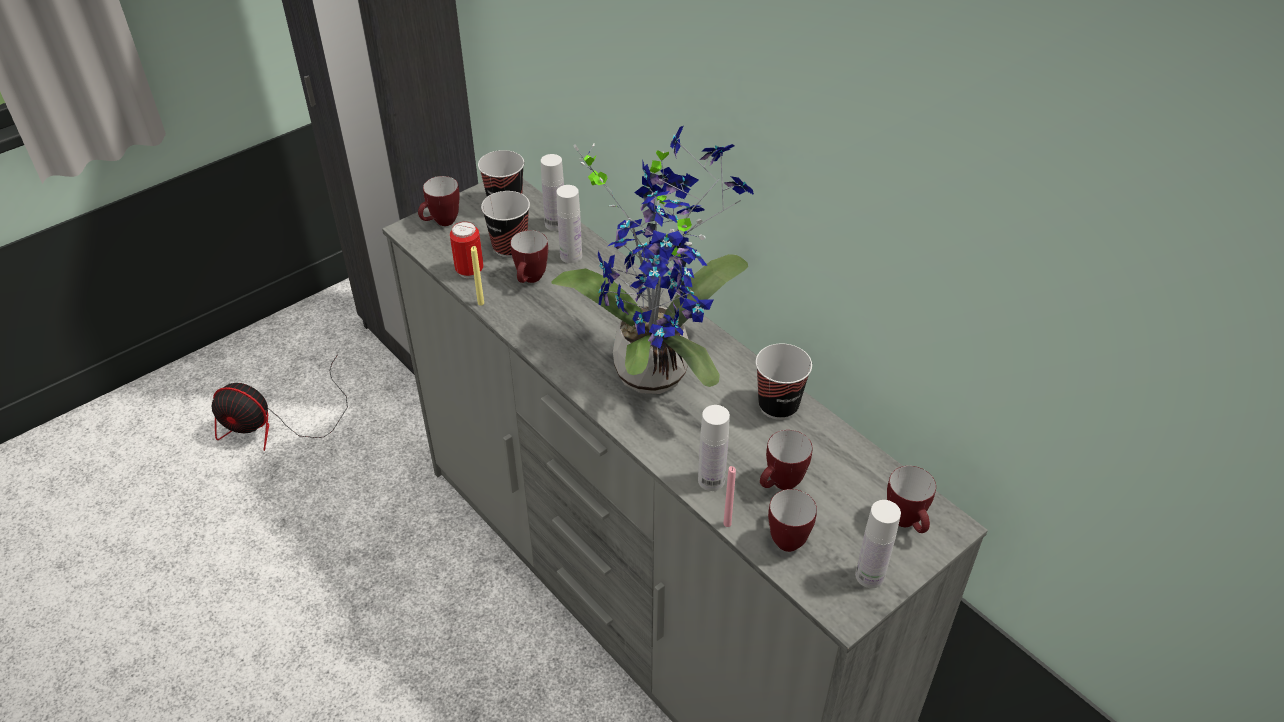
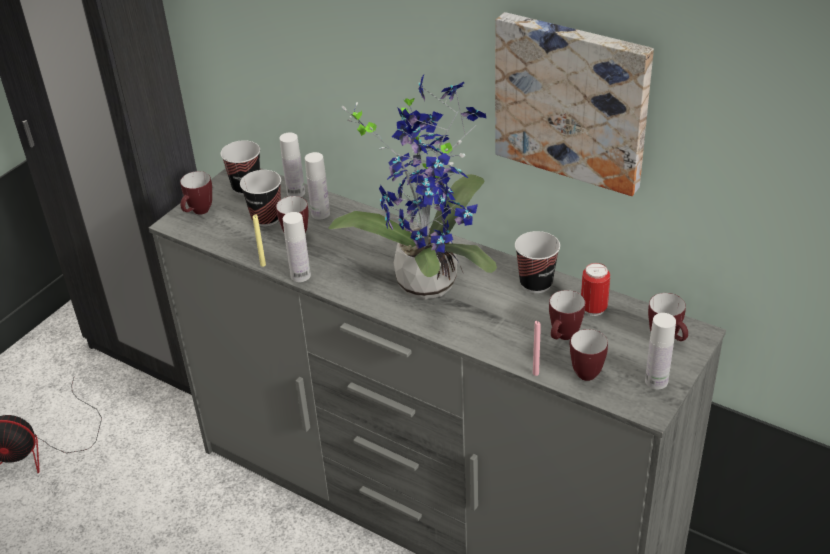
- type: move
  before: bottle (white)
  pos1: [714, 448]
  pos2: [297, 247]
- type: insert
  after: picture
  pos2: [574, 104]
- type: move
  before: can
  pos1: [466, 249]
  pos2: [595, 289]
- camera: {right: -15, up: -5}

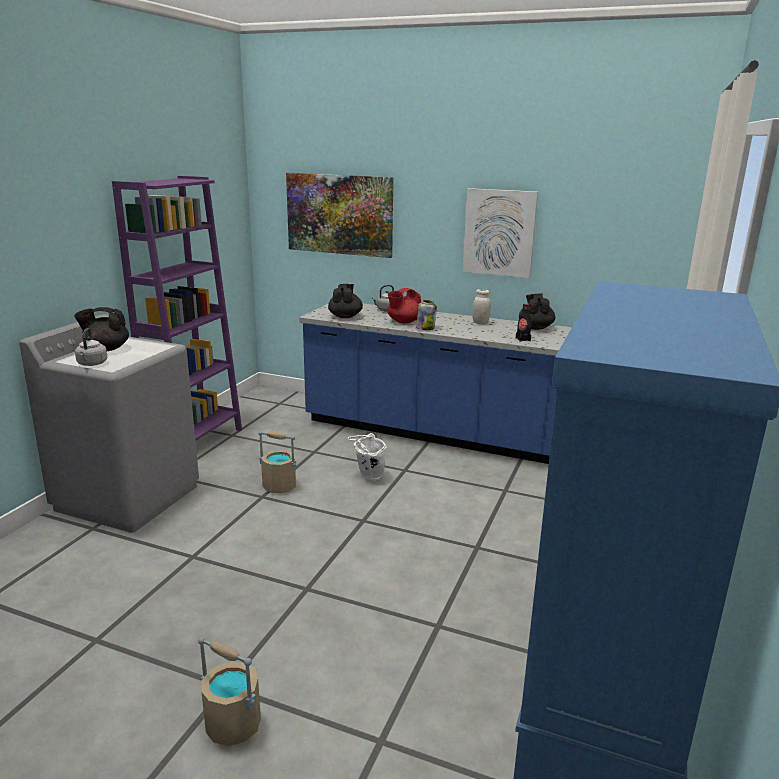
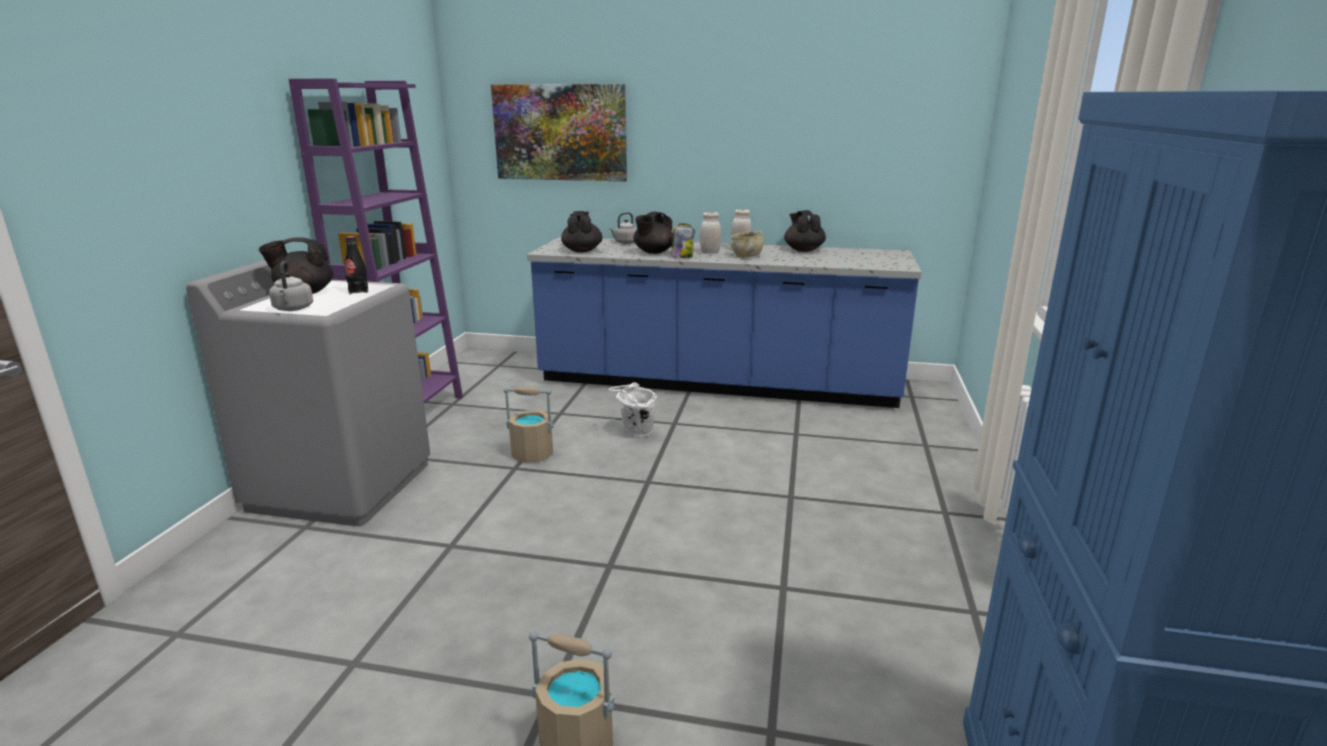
- type: move
  before: bottle (black)
  pos1: [523, 322]
  pos2: [356, 265]
- type: recolor
  before: teapot (red)
  after: teapot (black)
  pos1: [404, 306]
  pos2: [653, 233]
- type: insert
  after: jar (white)
  pos2: [710, 233]
- type: insert
  after: bowl (beige)
  pos2: [747, 244]
- type: delete
  before: picture
  pos1: [500, 233]
- camera: {right: -10, up: 0}

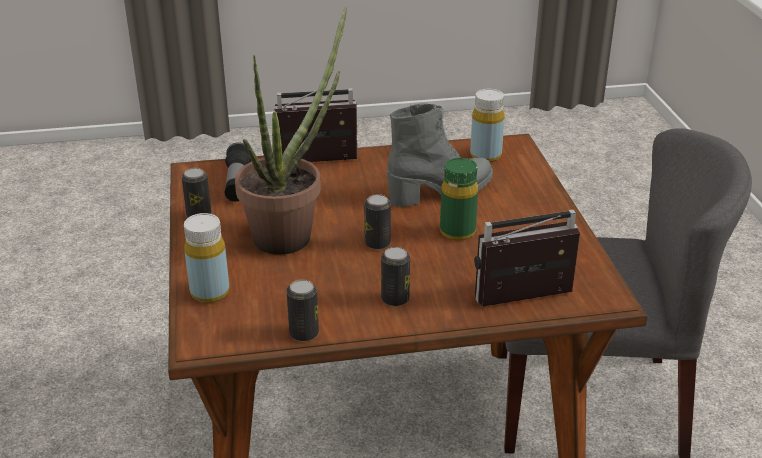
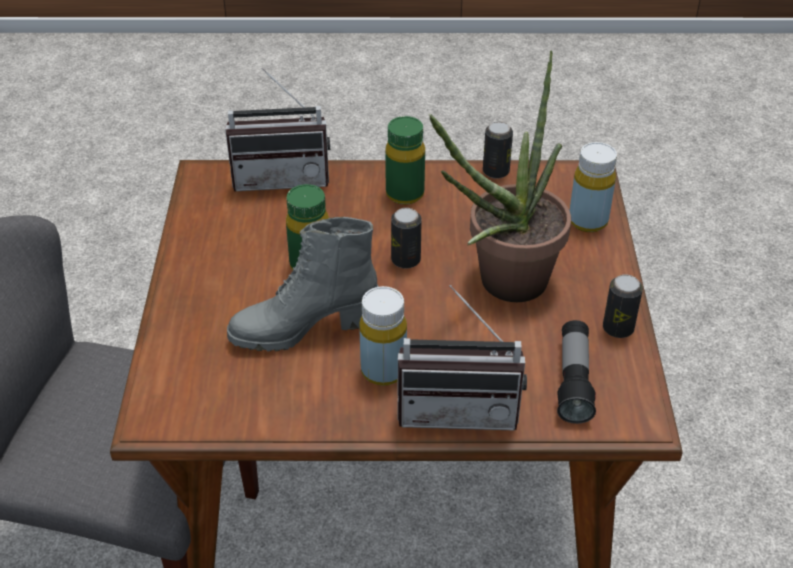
- type: move
  before: bottle (yellow)
  pos1: [487, 125]
  pos2: [383, 336]
- type: replace
  before: can
  after: bottle (green)
  pos1: [395, 276]
  pos2: [405, 160]
- camera: {right: -170, up: 10}

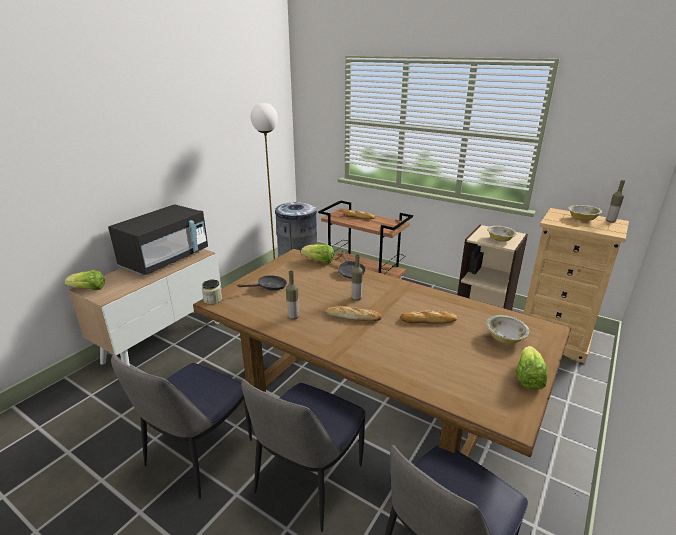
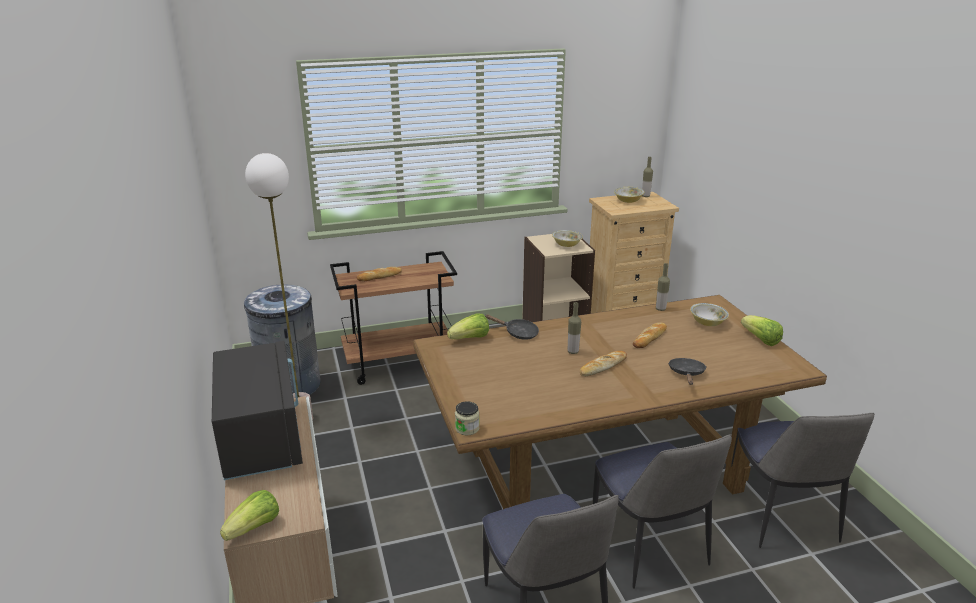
- type: move
  before: bottle
  pos1: [292, 295]
  pos2: [663, 287]
- type: move
  before: frying pan (black)
  pos1: [262, 282]
  pos2: [687, 371]
- camera: {right: -50, up: 0}

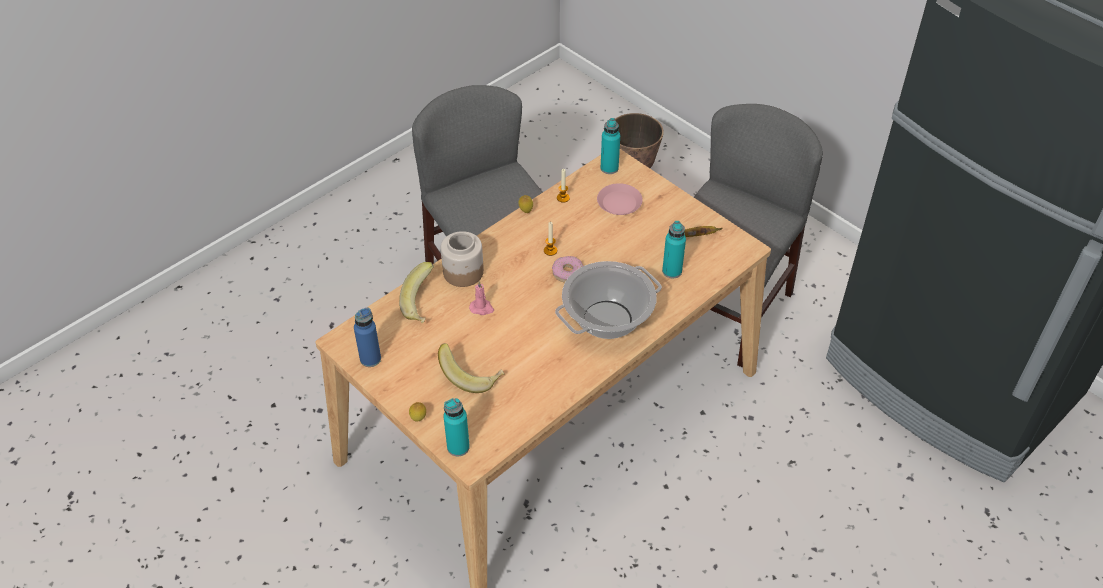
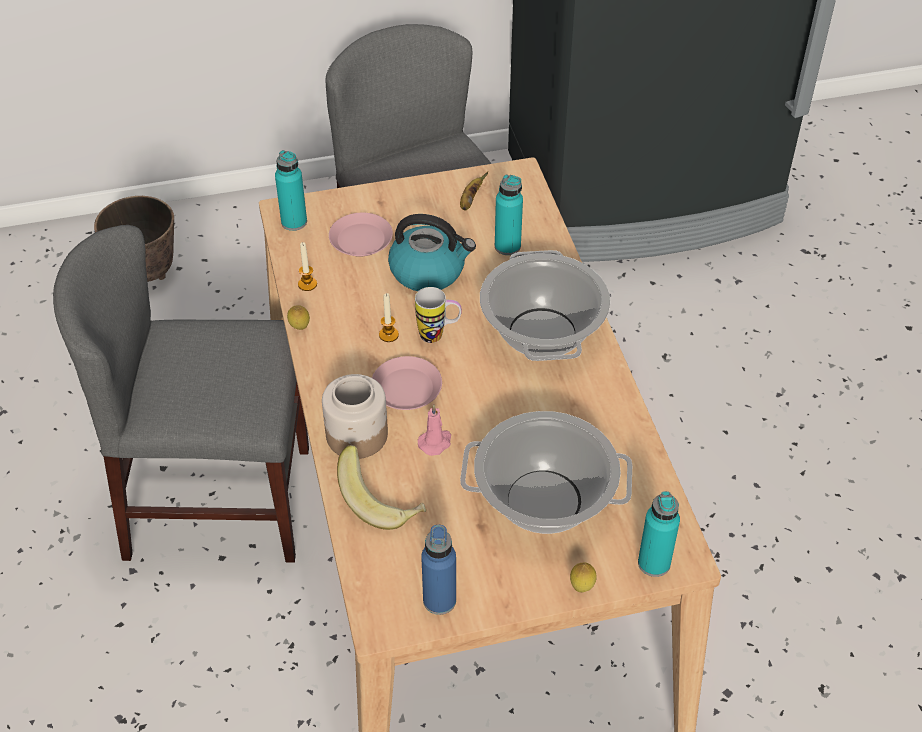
- type: insert
  after: plate (pink)
  pos2: [407, 383]
- type: insert
  after: kettle
  pos2: [432, 252]
- type: replace
  before: donut
  after: mug
  pos1: [567, 269]
  pos2: [438, 315]
- type: replace
  before: banana
  after: cooking pot
  pos1: [471, 368]
  pos2: [546, 472]
- camera: {right: -60, up: 0}

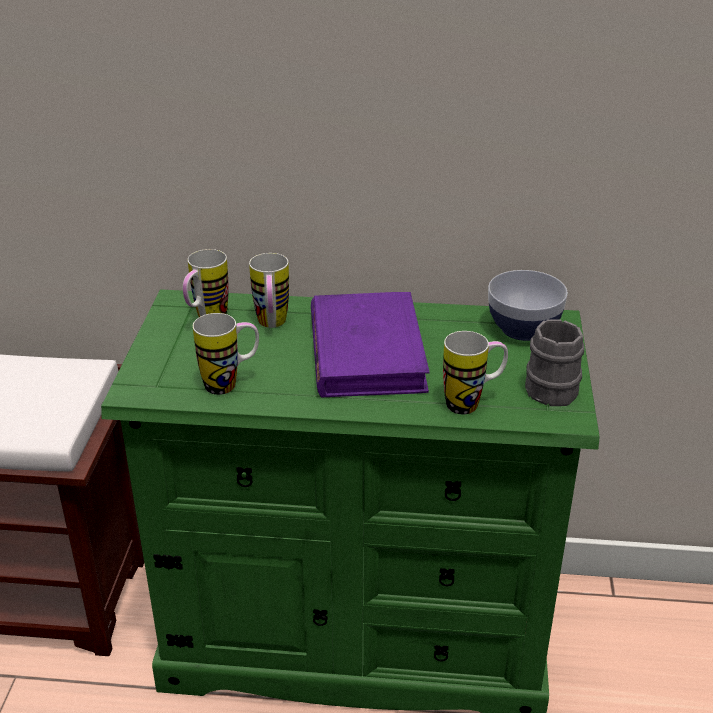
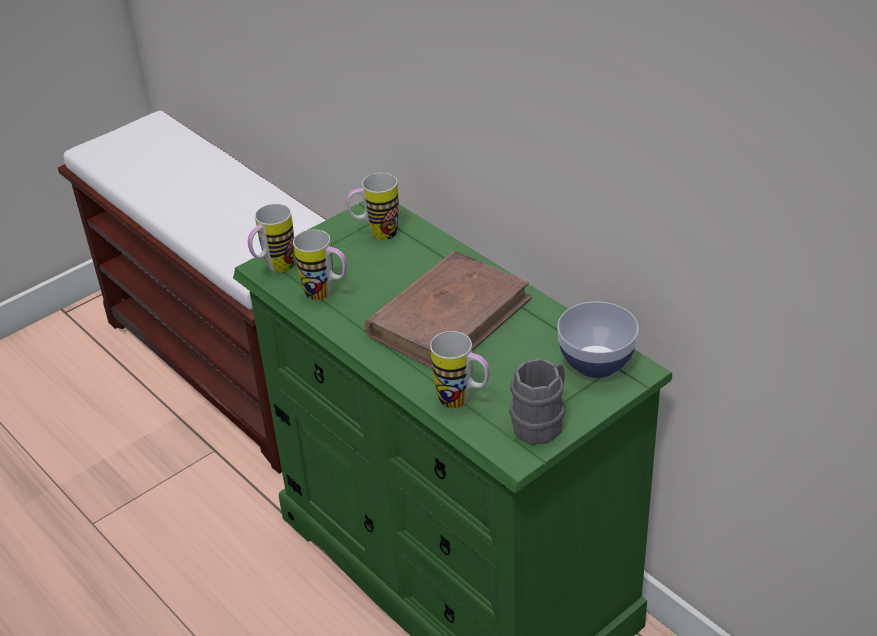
- type: move
  before: mug
  pos1: [269, 290]
  pos2: [271, 238]
- type: recolor
  before: book (purple)
  after: book (brown)
  pos1: [370, 344]
  pos2: [448, 309]
- camera: {right: 45, up: 5}

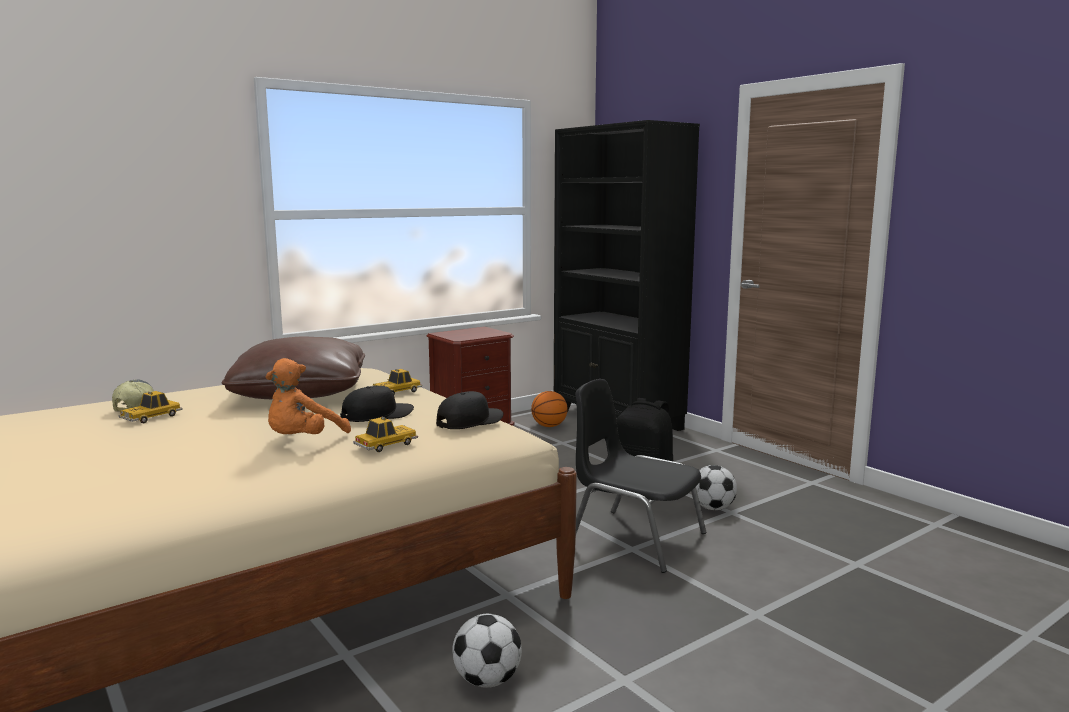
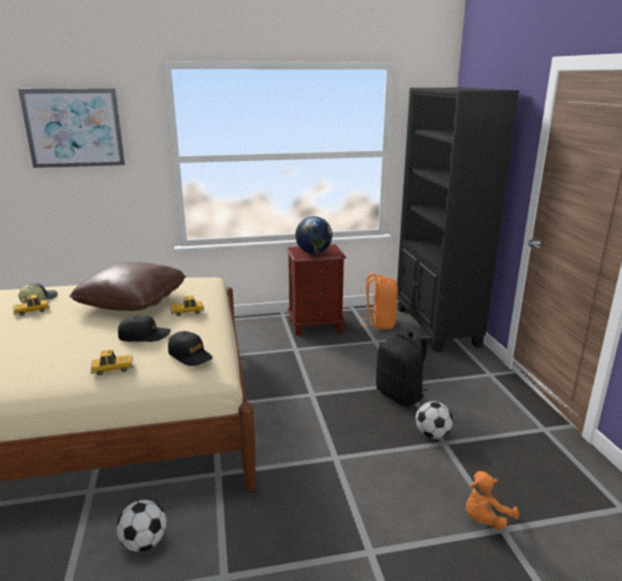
- type: insert
  after: picture
  pos2: [71, 128]
- type: rotate
  before: cap (black)
  pos1: [469, 410]
  pos2: [190, 348]
  turn: 60
- type: insert
  after: globe
  pos2: [313, 235]
- type: replace
  before: basketball
  after: backpack (orange)
  pos1: [549, 409]
  pos2: [379, 301]
- type: move
  before: plush toy (orange)
  pos1: [308, 396]
  pos2: [492, 500]
- type: delete
  before: chair (black)
  pos1: [640, 476]
- camera: {right: 25, up: 10}

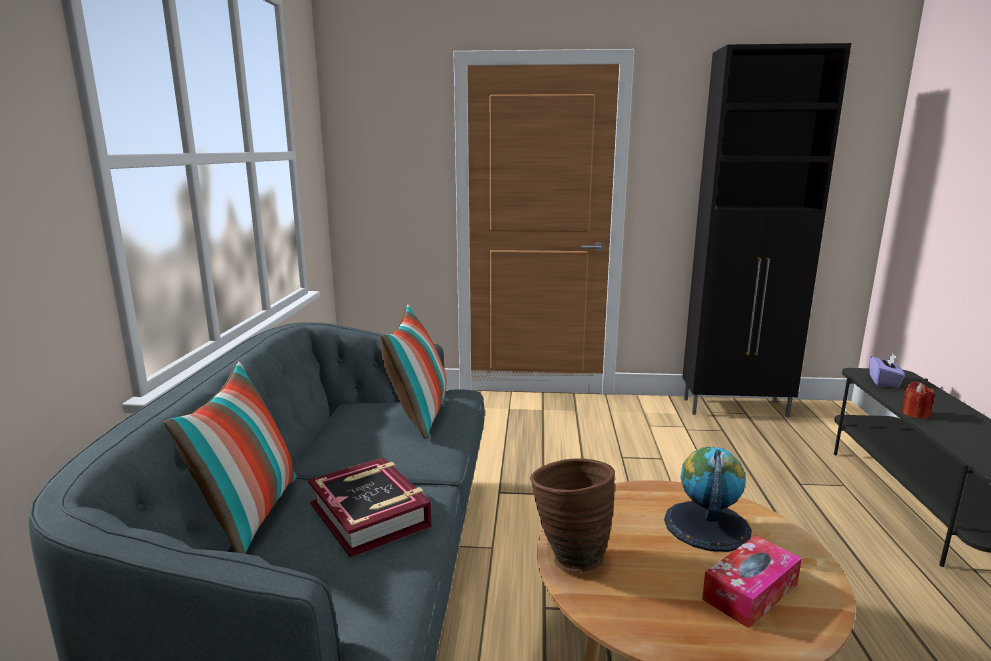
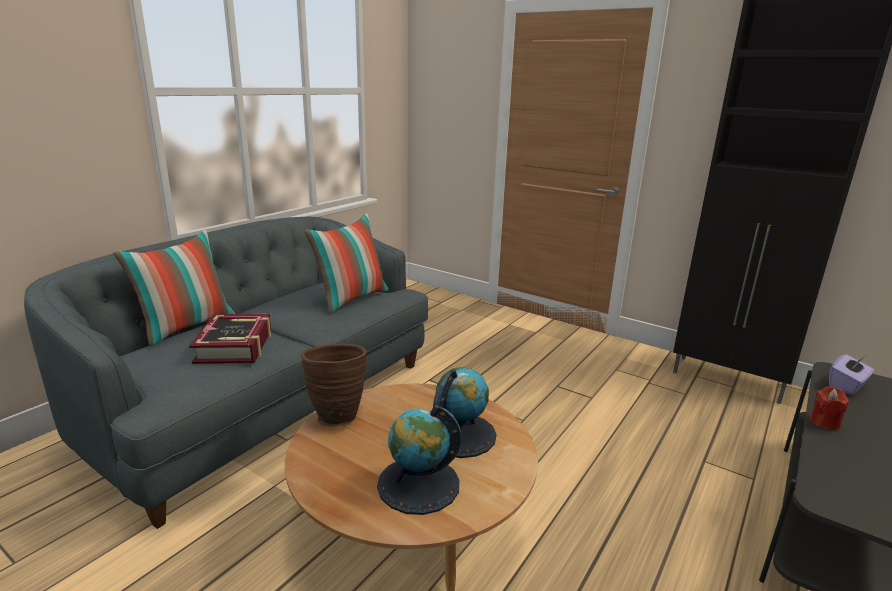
- type: replace
  before: tissue box
  after: globe
  pos1: [752, 581]
  pos2: [419, 460]
- camera: {right: 30, up: 5}

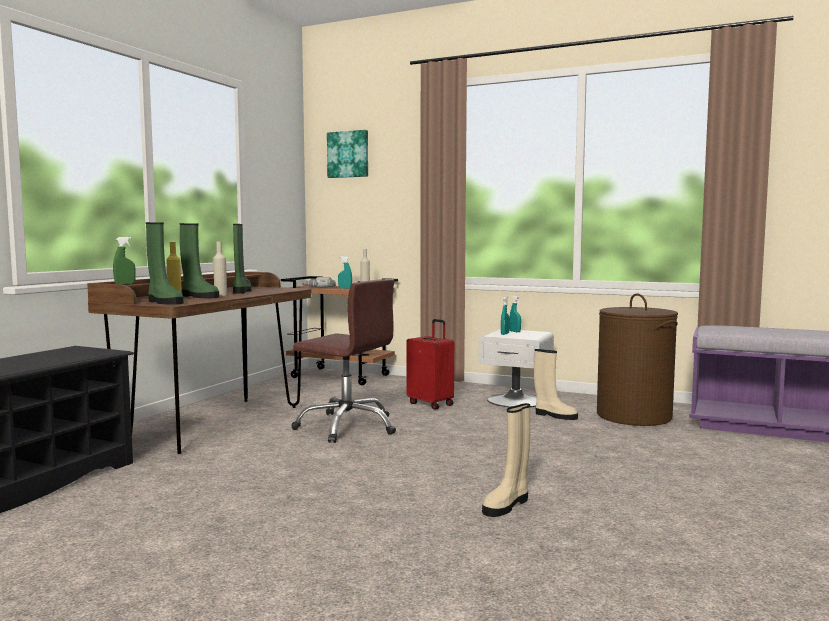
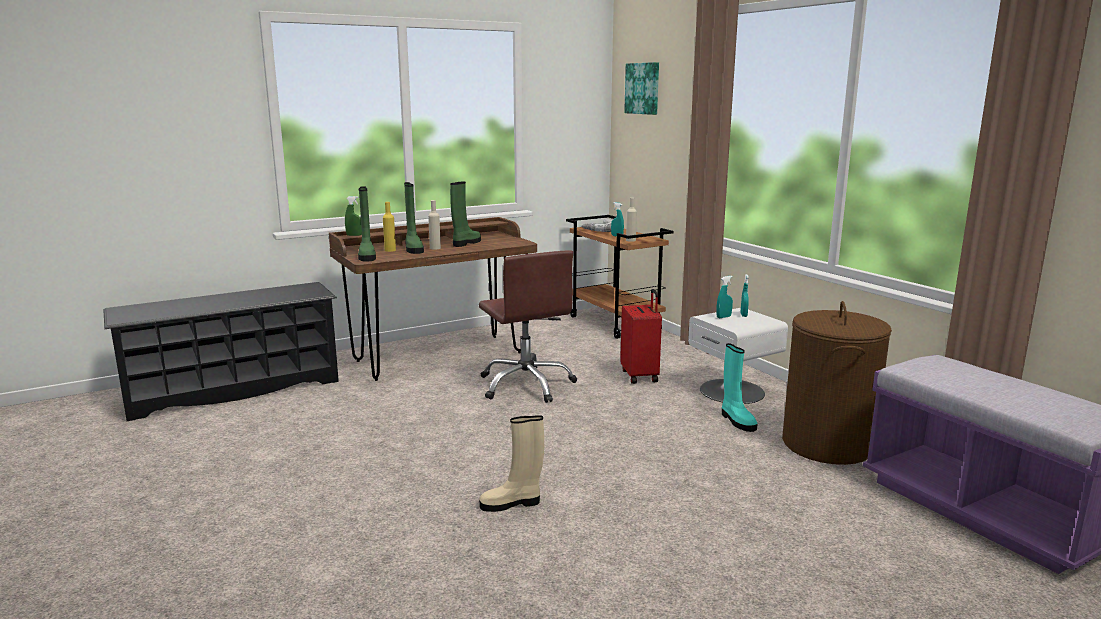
- type: recolor
  before: boot (beige)
  after: boot (turquoise)
  pos1: [556, 384]
  pos2: [740, 387]
- camera: {right: 35, up: 10}

